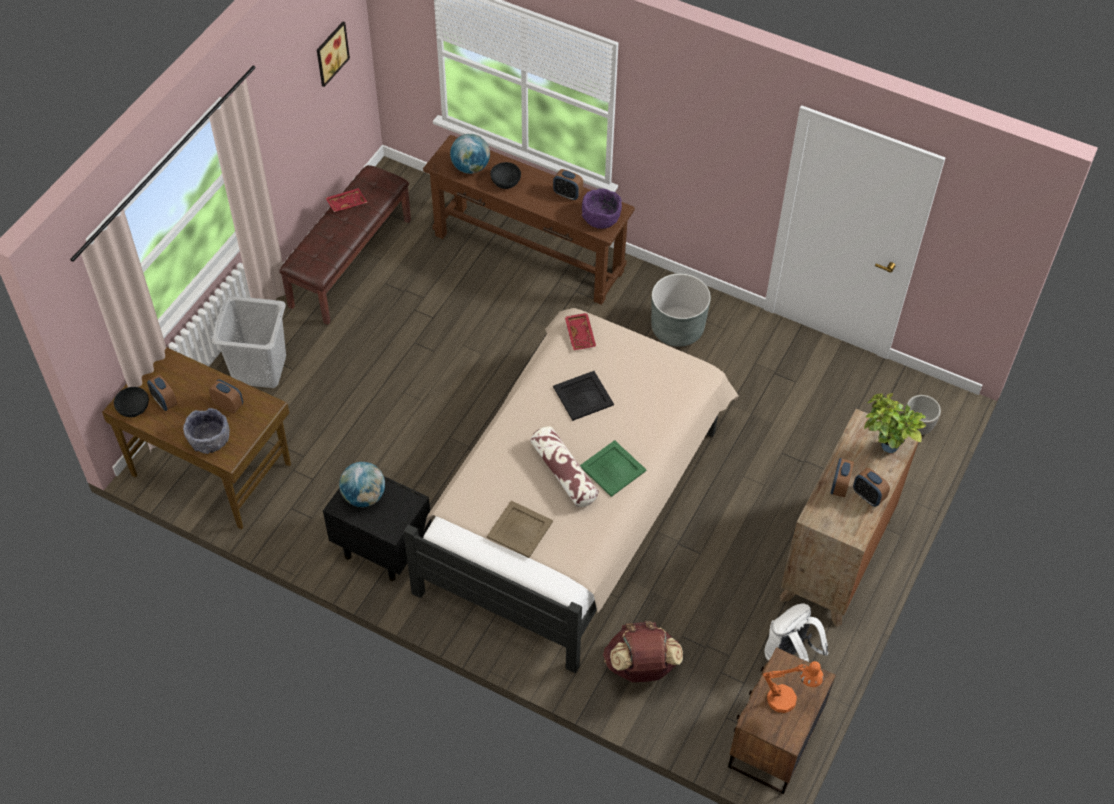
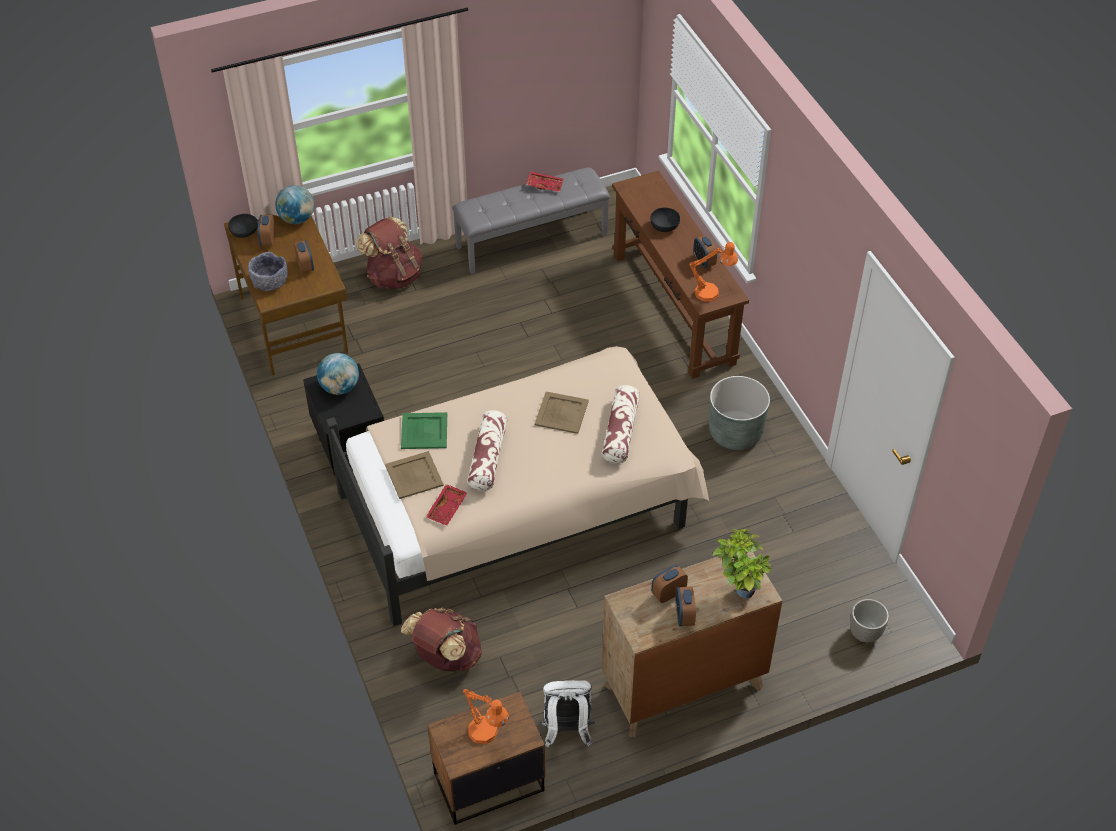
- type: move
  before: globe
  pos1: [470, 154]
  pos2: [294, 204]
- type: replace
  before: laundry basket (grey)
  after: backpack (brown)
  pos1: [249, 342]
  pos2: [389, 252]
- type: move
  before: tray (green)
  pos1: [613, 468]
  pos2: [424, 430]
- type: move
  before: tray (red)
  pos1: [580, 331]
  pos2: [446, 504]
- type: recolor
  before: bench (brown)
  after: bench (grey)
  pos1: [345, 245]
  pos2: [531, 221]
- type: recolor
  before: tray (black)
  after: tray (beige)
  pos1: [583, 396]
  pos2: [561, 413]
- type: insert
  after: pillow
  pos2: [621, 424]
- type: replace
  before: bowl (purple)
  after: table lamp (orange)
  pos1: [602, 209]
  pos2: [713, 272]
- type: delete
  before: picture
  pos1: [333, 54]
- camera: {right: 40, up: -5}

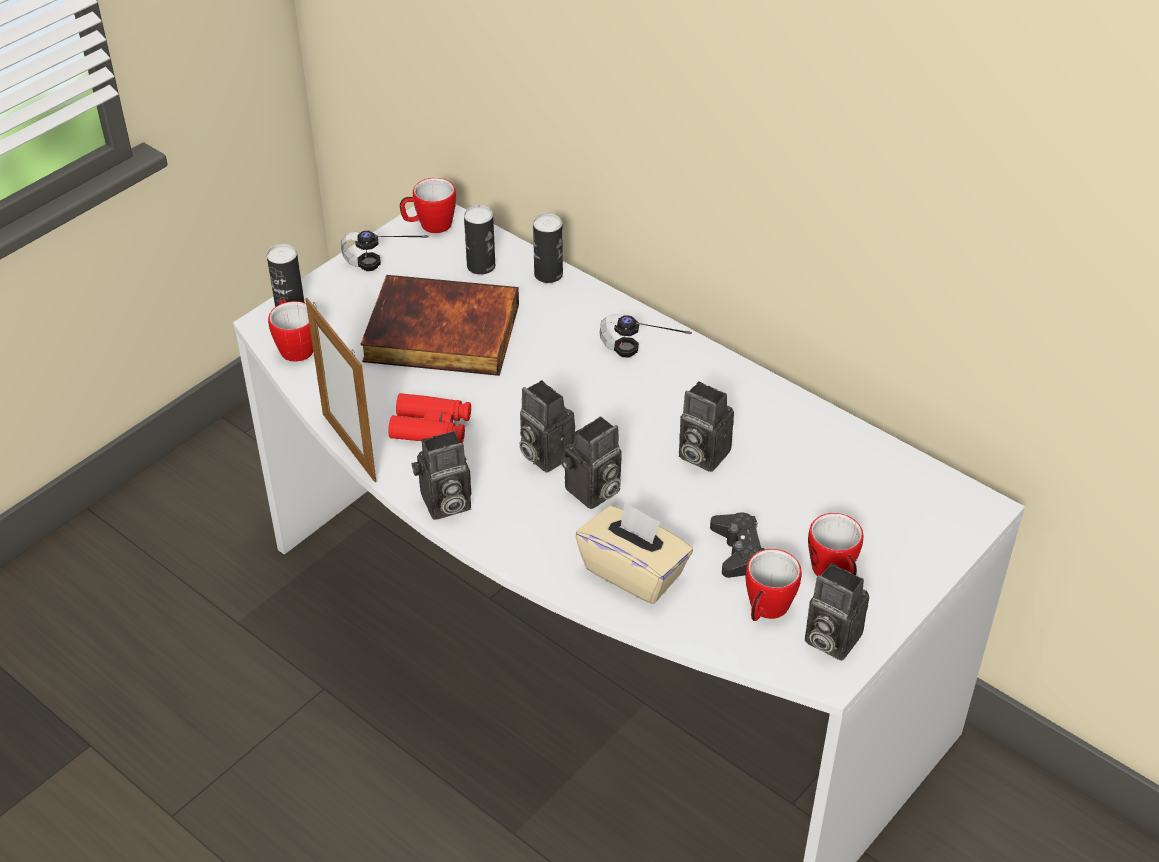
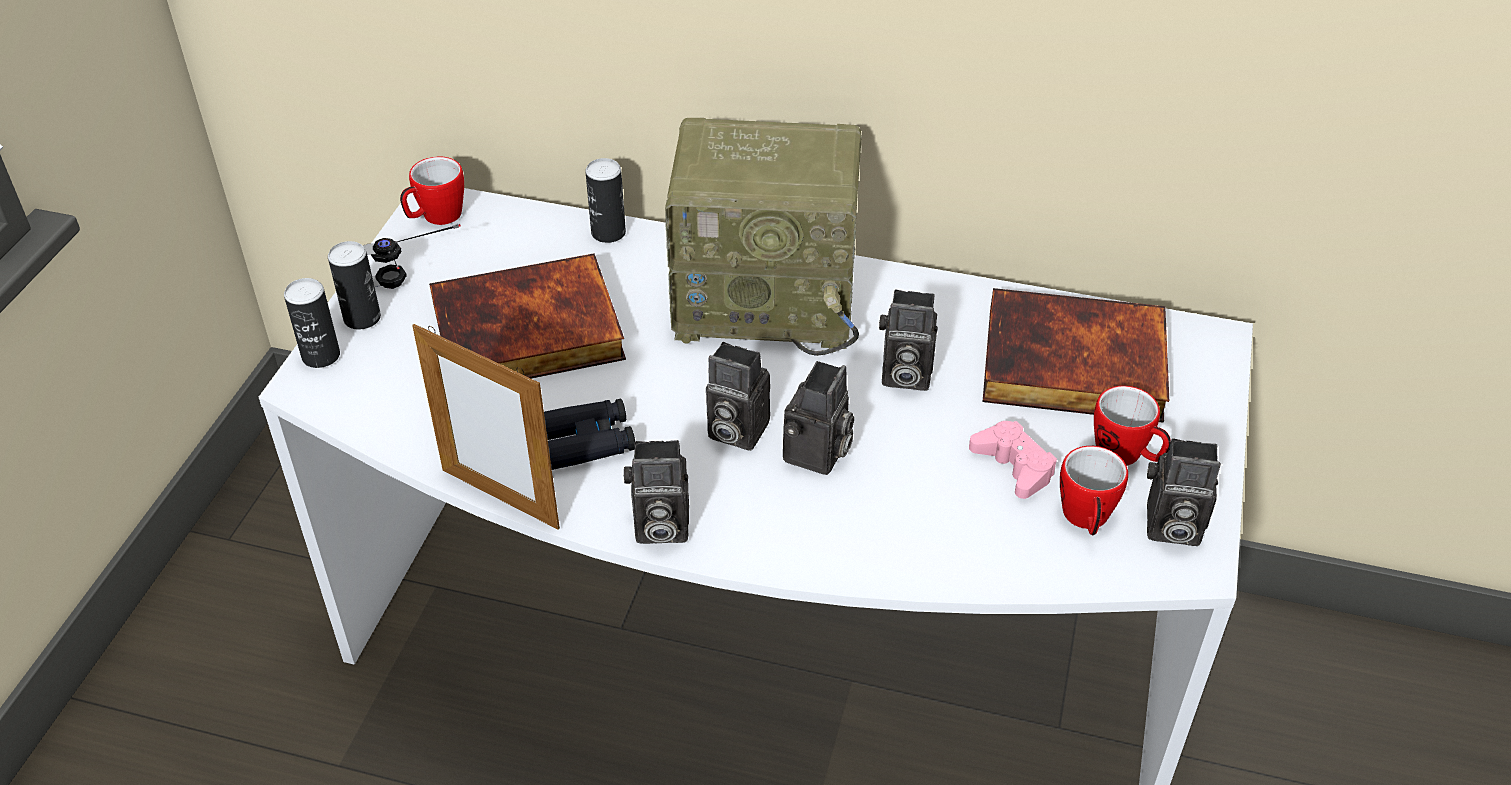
- type: move
  before: can
  pos1: [479, 240]
  pos2: [354, 285]
- type: recolor
  before: binoculars (red)
  after: binoculars (black)
  pos1: [429, 418]
  pos2: [589, 434]
- type: rotate
  before: photo camera
  pos1: [442, 475]
  pos2: [656, 492]
  turn: 45
- type: replace
  before: headphones
  after: radio
  pos1: [645, 336]
  pos2: [763, 237]
- type: recolor
  before: game controller (black)
  after: game controller (pink)
  pos1: [737, 545]
  pos2: [1013, 460]
- type: insert
  after: book
  pos2: [1075, 355]
- type: delete
  before: mug
  pos1: [290, 330]
- type: delete
  before: tissue box (beige)
  pos1: [634, 553]
- camera: {right: -25, up: 0}

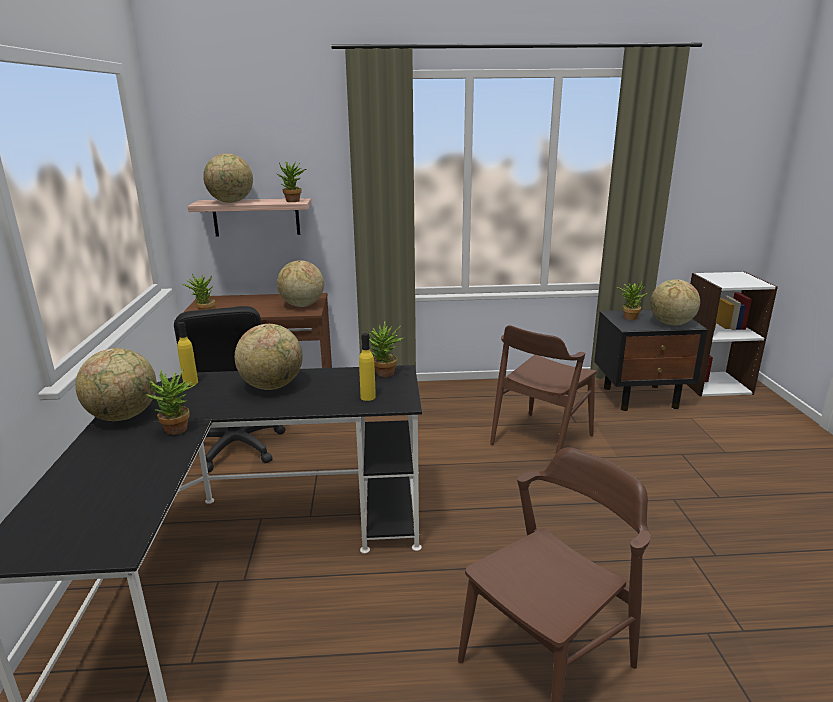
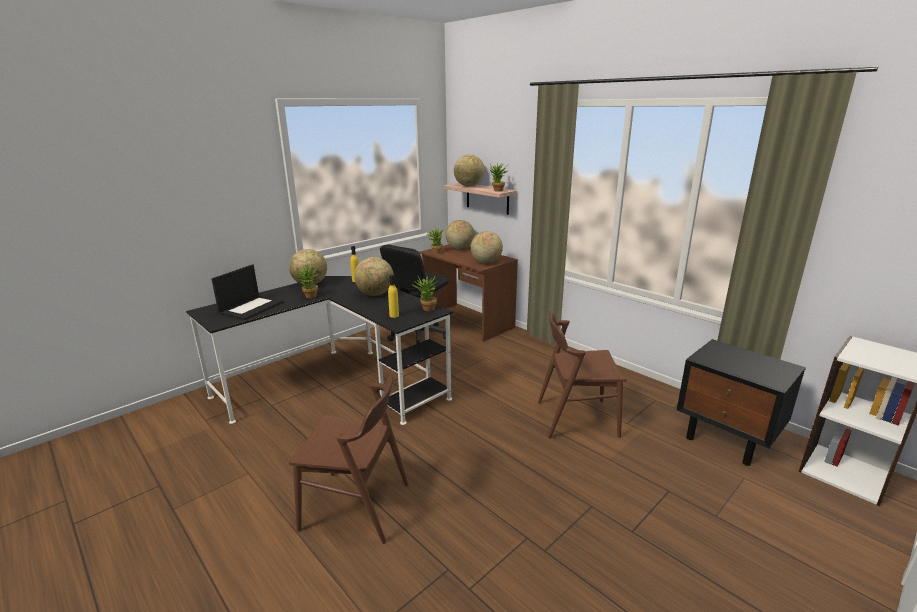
- type: insert
  after: laptop
  pos2: [248, 292]
- type: move
  before: globe
  pos1: [675, 302]
  pos2: [460, 234]
- type: delete
  before: potted plant
  pos1: [632, 300]
- camera: {right: 50, up: 0}

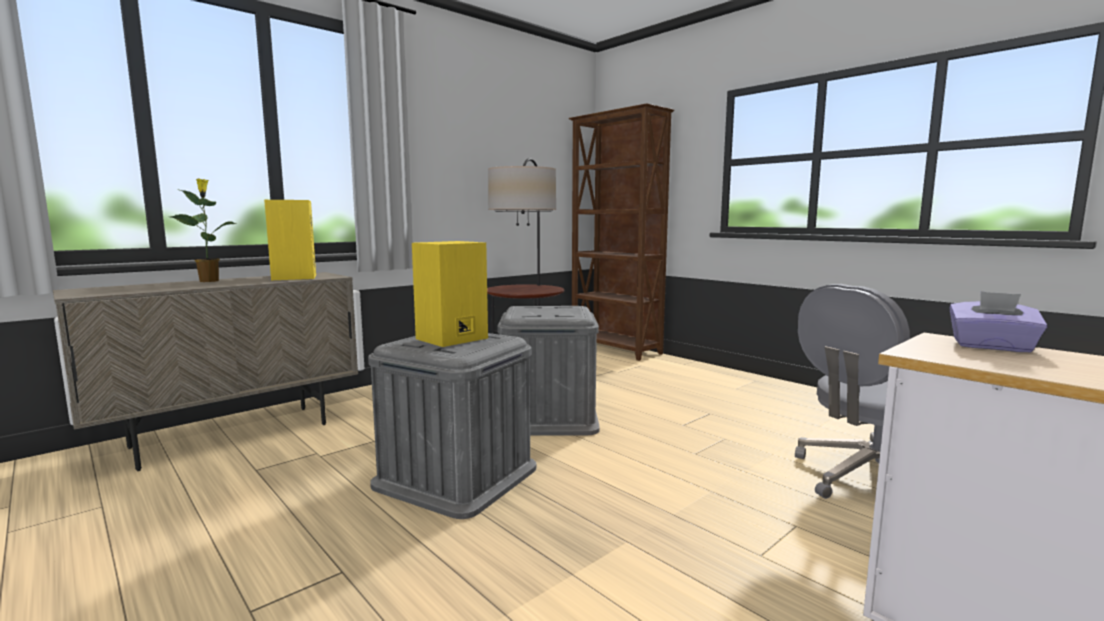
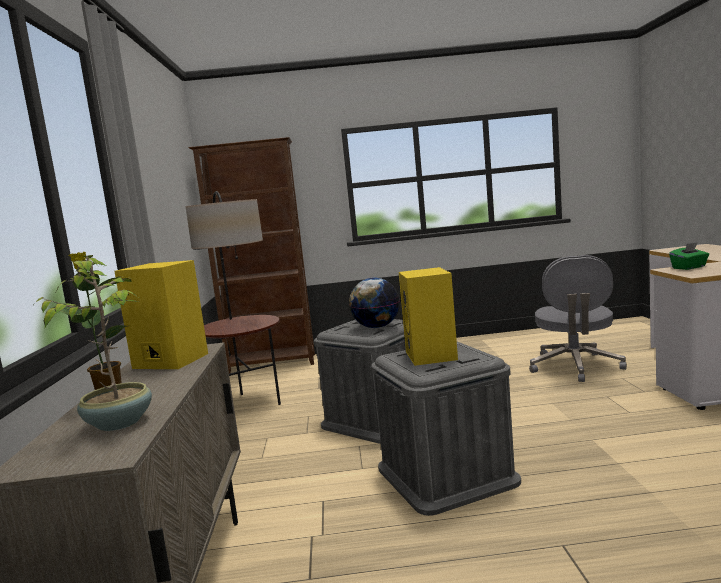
- type: insert
  after: potted plant
  pos2: [93, 343]
- type: insert
  after: globe
  pos2: [374, 302]
- type: recolor
  before: tissue box (purple)
  after: tissue box (green)
  pos1: [998, 321]
  pos2: [689, 256]
- camera: {right: -50, up: 0}

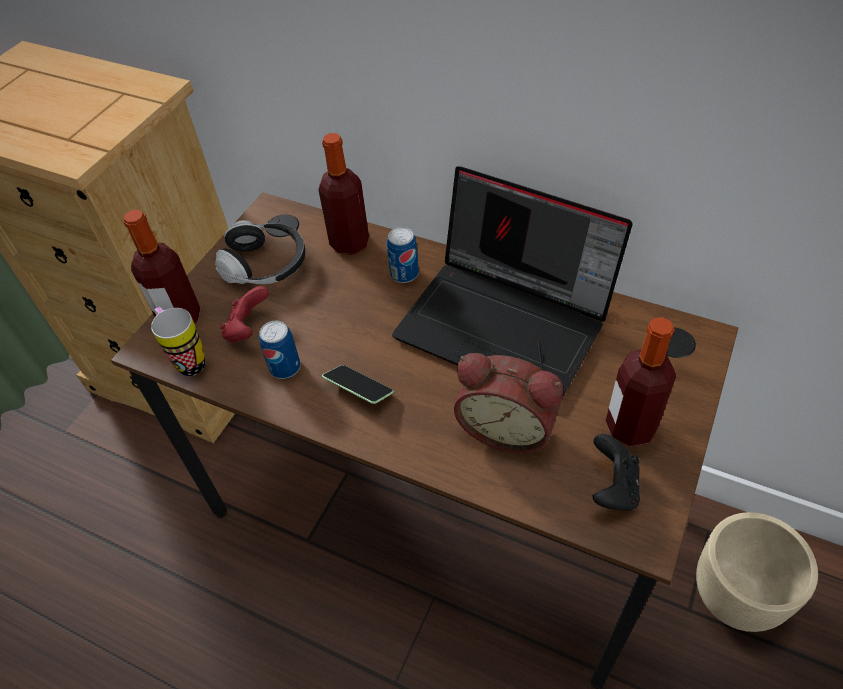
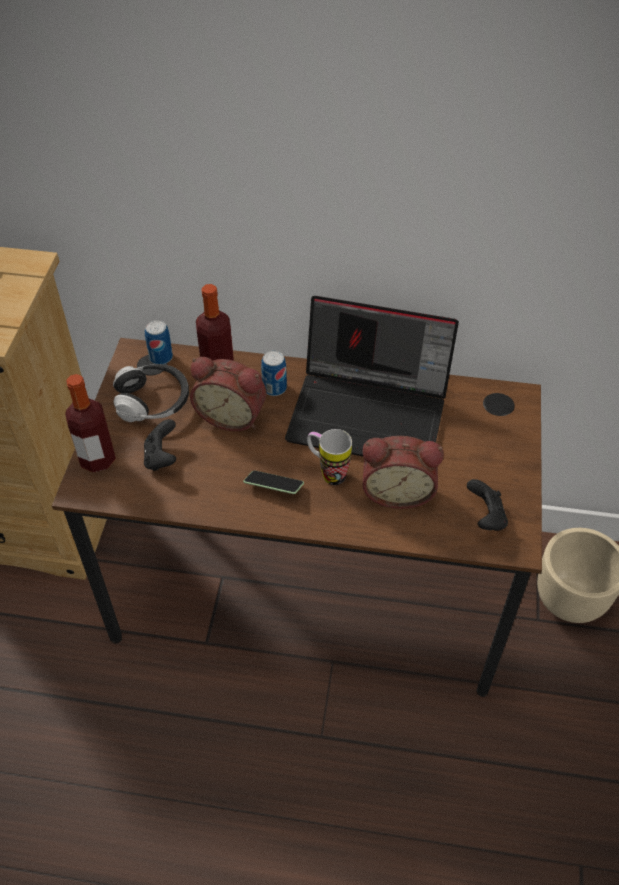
- type: recolor
  before: game controller (red)
  after: game controller (black)
  pos1: [244, 314]
  pos2: [160, 445]
- type: move
  before: can
  pos1: [280, 350]
  pos2: [159, 342]
- type: insert
  after: alarm clock
  pos2: [228, 394]
- type: move
  before: mug
  pos1: [178, 341]
  pos2: [329, 457]
- type: delete
  before: bottle
  pos1: [641, 381]
- camera: {right: -20, up: 0}

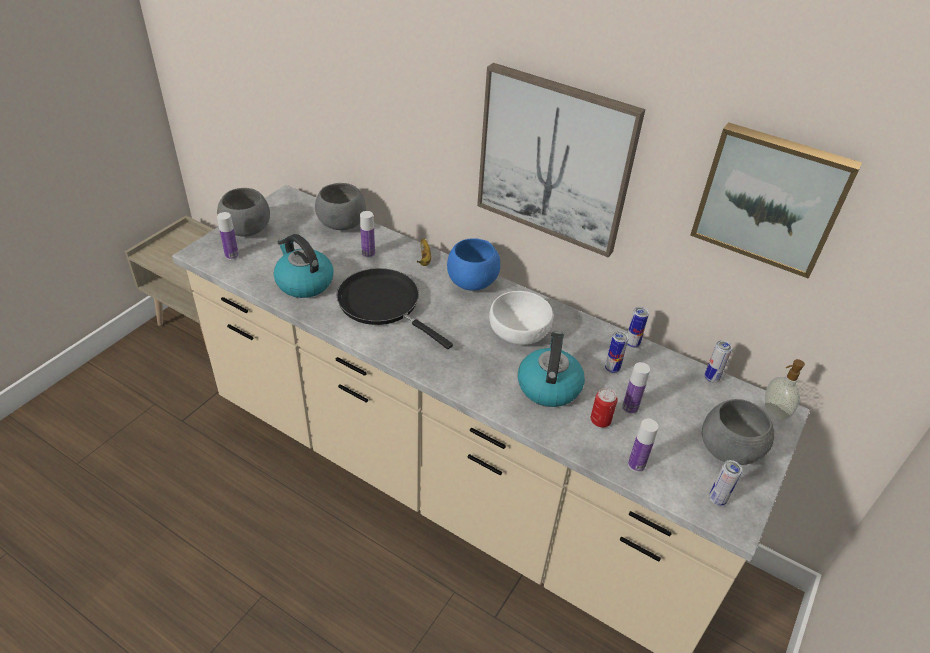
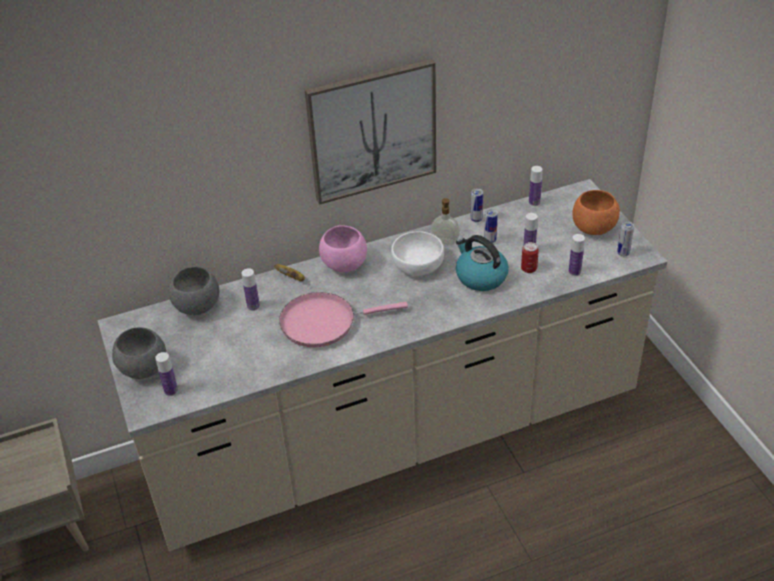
- type: recolor
  before: frying pan (black)
  after: frying pan (pink)
  pos1: [395, 308]
  pos2: [343, 319]
- type: recolor
  before: bowl (blue)
  after: bowl (pink)
  pos1: [473, 264]
  pos2: [343, 248]
- type: move
  before: soap dispenser
  pos1: [785, 390]
  pos2: [445, 221]
- type: replace
  before: can
  after: bottle
  pos1: [718, 361]
  pos2: [536, 186]
- type: recolor
  before: bowl (grey)
  after: bowl (orange)
  pos1: [738, 432]
  pos2: [596, 212]
- type: delete
  before: kettle
  pos1: [304, 266]
- type: delete
  before: picture
  pos1: [776, 200]
- camera: {right: -50, up: 0}

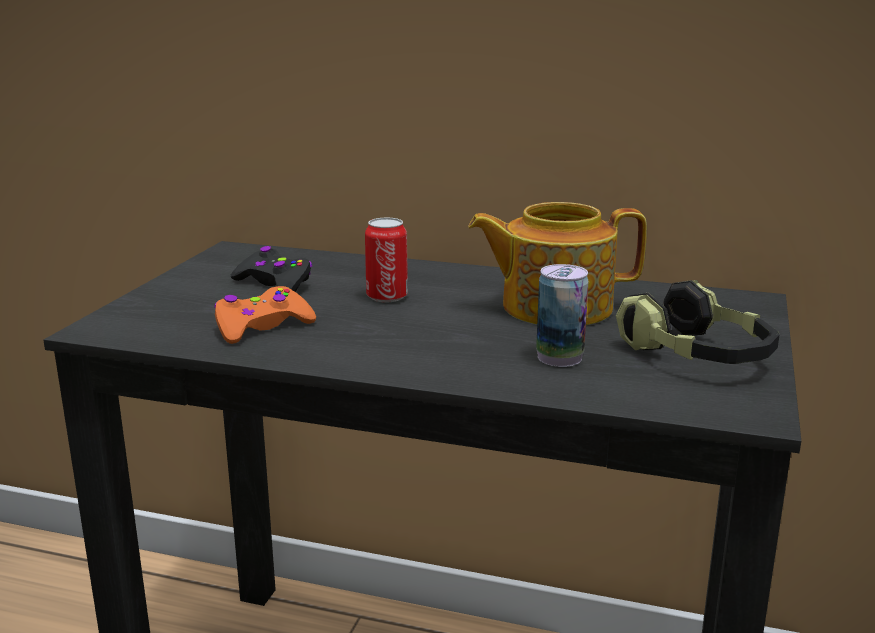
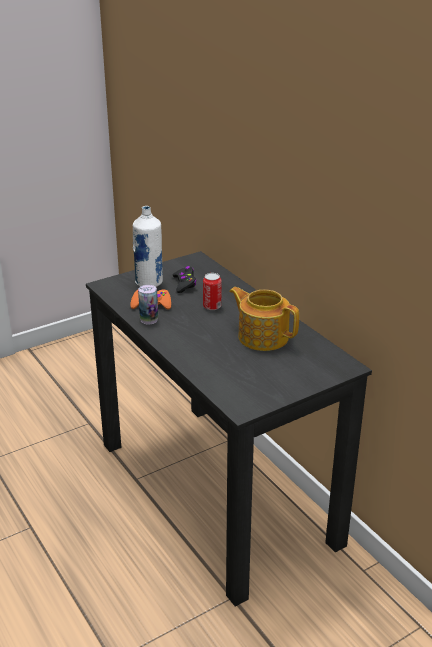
- type: insert
  after: bottle (white)
  pos2: [148, 246]
- type: move
  before: can
  pos1: [562, 315]
  pos2: [148, 305]
- type: delete
  before: headphones
  pos1: [697, 322]
- camera: {right: 40, up: 10}

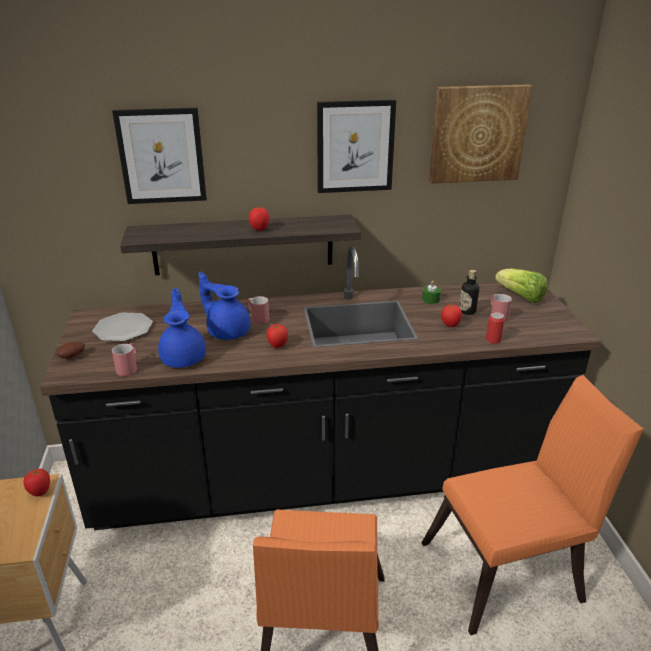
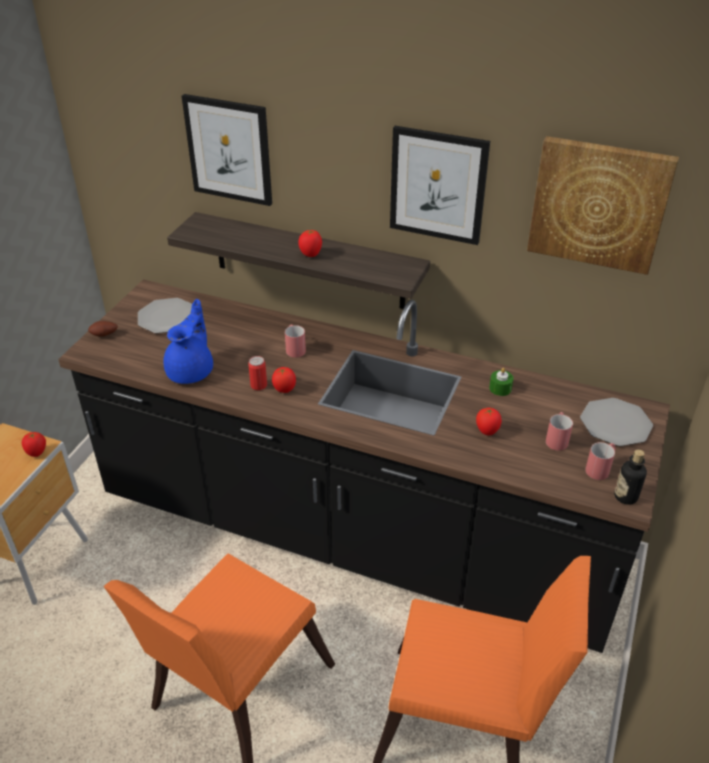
- type: move
  before: can
  pos1: [495, 328]
  pos2: [257, 373]
- type: replace
  before: lettuce
  after: plate
  pos1: [521, 286]
  pos2: [616, 422]
- type: move
  before: mug (red)
  pos1: [124, 359]
  pos2: [600, 461]
- type: move
  before: bottle
  pos1: [469, 292]
  pos2: [630, 477]
- type: delete
  before: teapot (blue)
  pos1: [224, 306]
- camera: {right: 30, up: 10}

